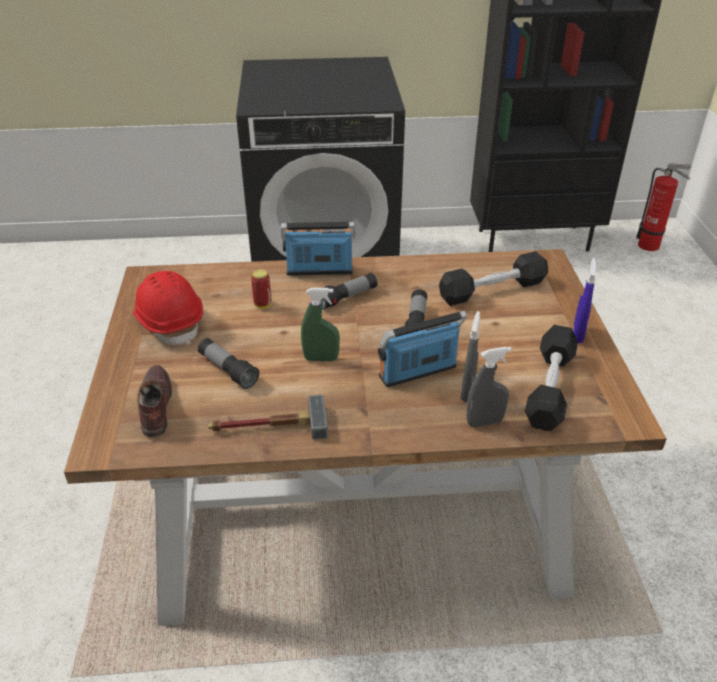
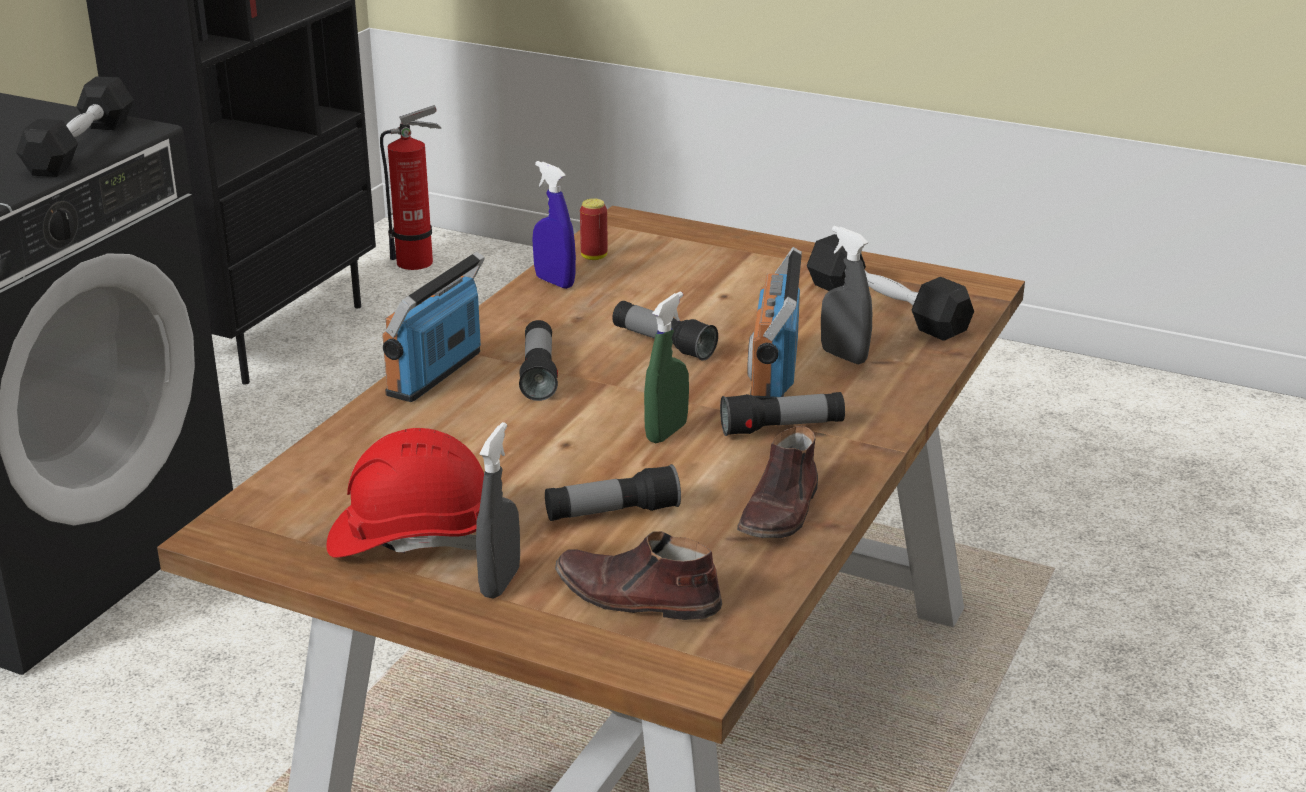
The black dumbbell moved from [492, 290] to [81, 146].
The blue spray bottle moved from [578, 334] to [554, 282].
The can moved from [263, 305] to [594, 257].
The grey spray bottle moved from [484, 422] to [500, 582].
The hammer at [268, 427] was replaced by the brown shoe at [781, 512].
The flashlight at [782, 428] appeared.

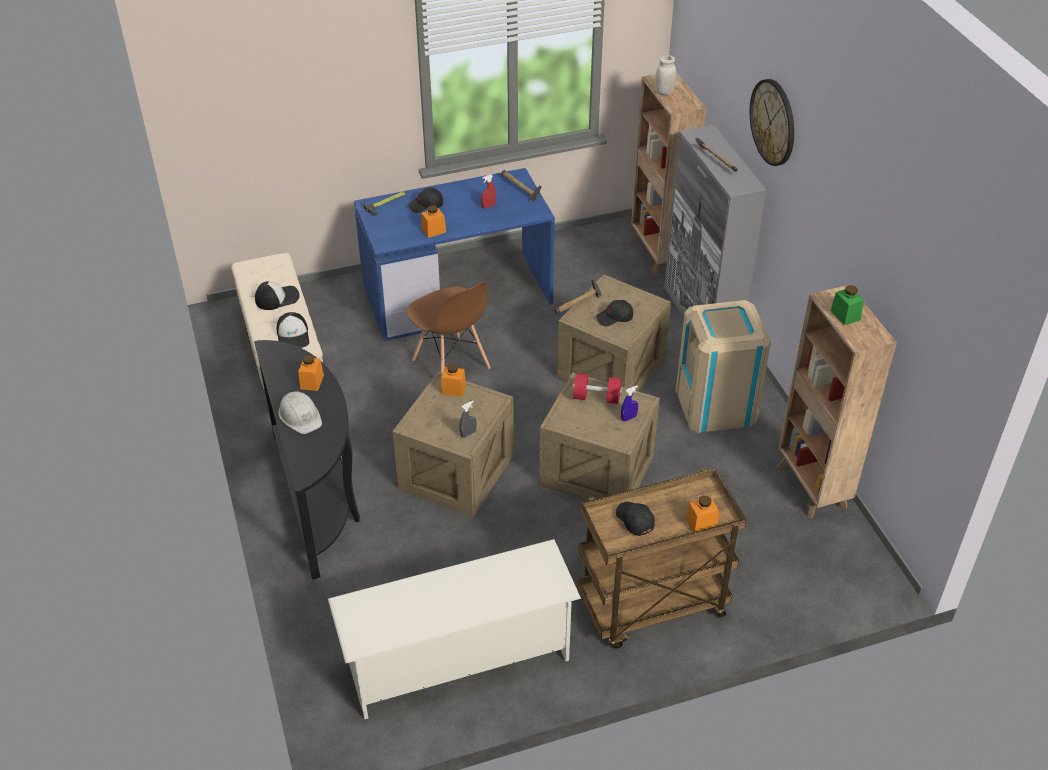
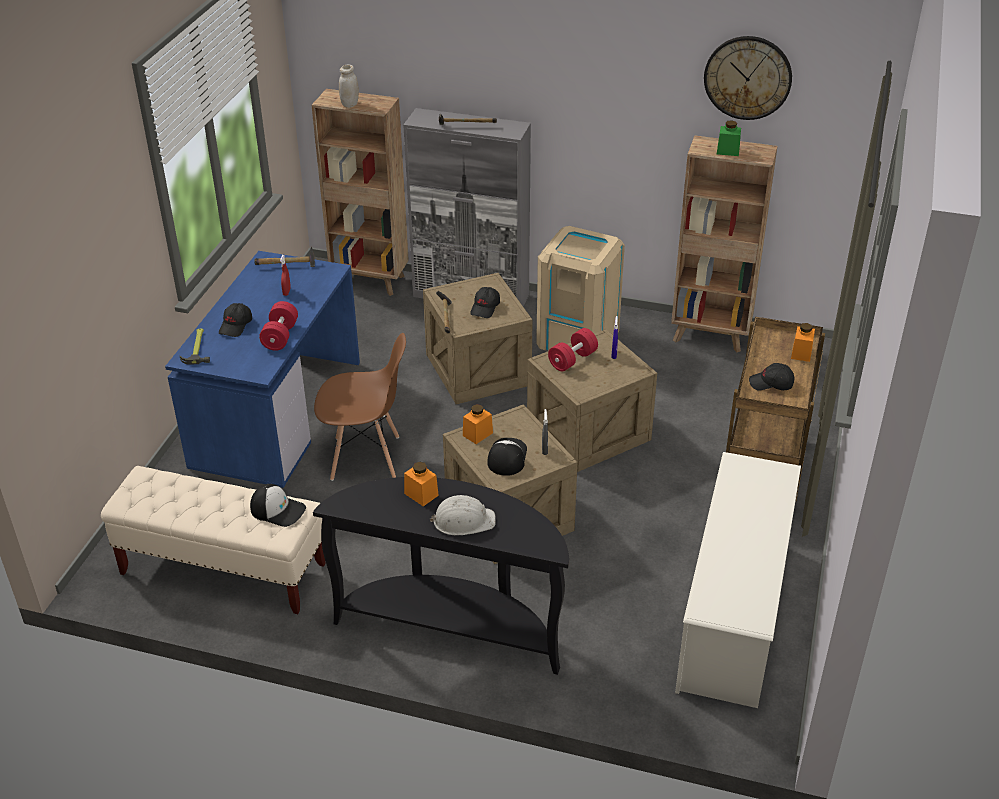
The wall clock moved from [773, 122] to [747, 77].
The orange jar at [433, 231] was replaced by the red dumbbell at [280, 336].
The cap moved from [277, 298] to [506, 457].

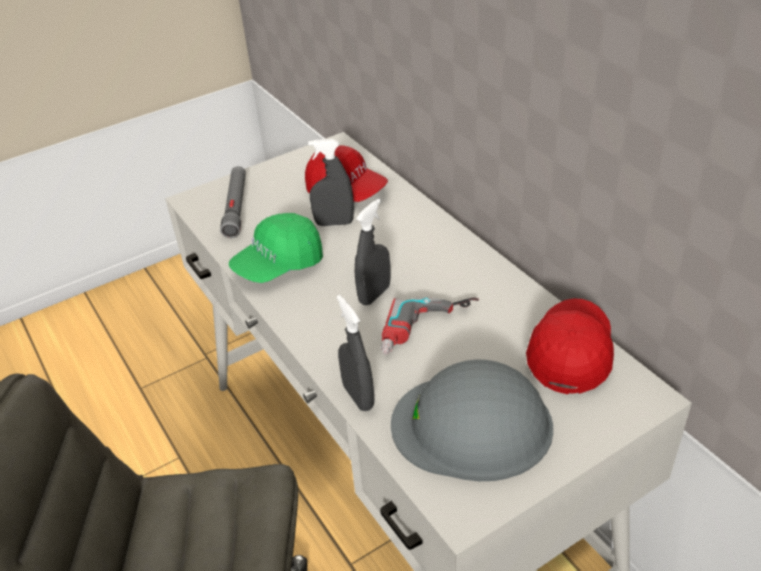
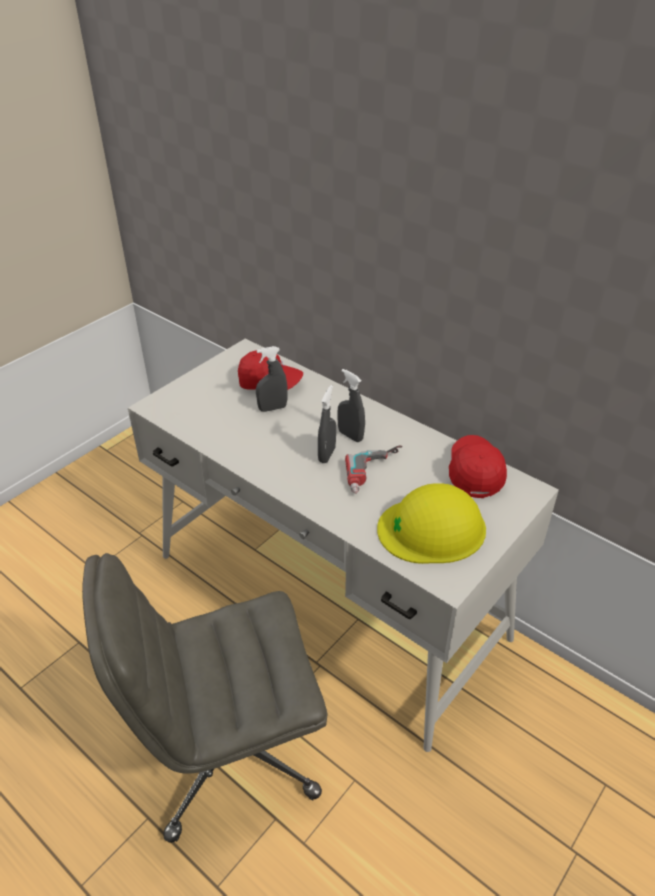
The grey flashlight at [236, 207] disappeared.
The green cap at [279, 265] disappeared.
The grey spray bottle moved from [358, 397] to [350, 435].
The grey hard hat at [472, 425] became the yellow hard hat at [432, 529].

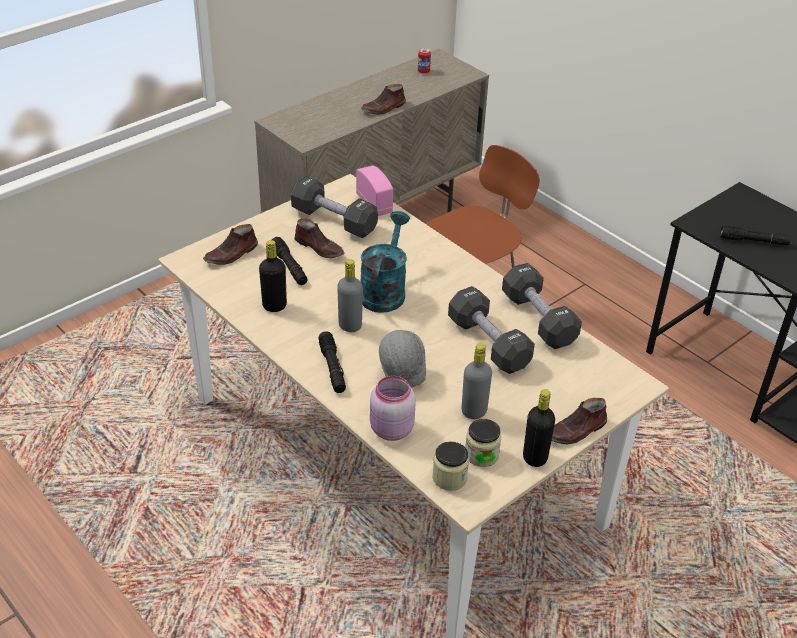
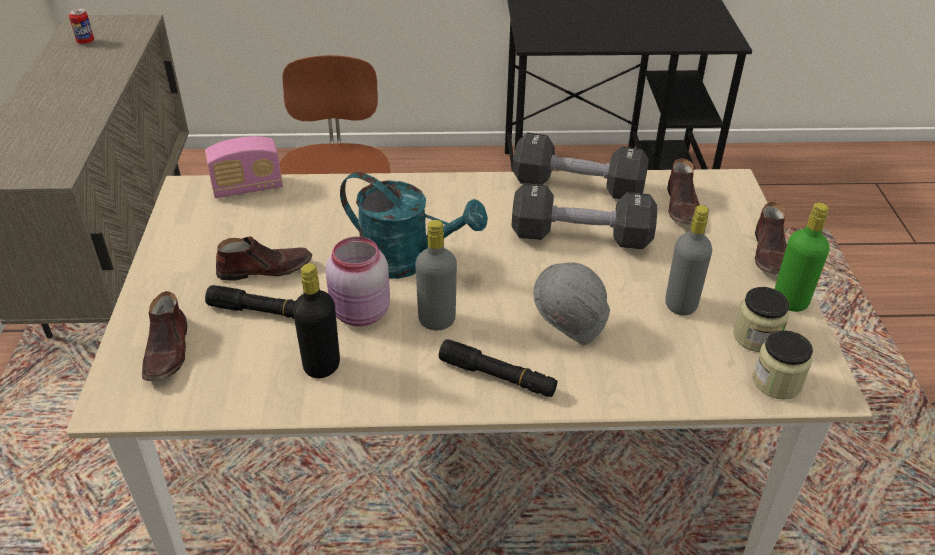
The brown shoe moved from [384, 108] to [682, 206].
The radio at [374, 204] turned 150 degrees clockwise.
The black dumbbell at [334, 220] disappeared.
The turquoise watering can at [384, 290] turned 150 degrees clockwise.
The black flashlight at [753, 241] disappeared.
The pink jar moved from [390, 430] to [360, 314].
The black bottle at [535, 458] became the green bottle at [790, 301].

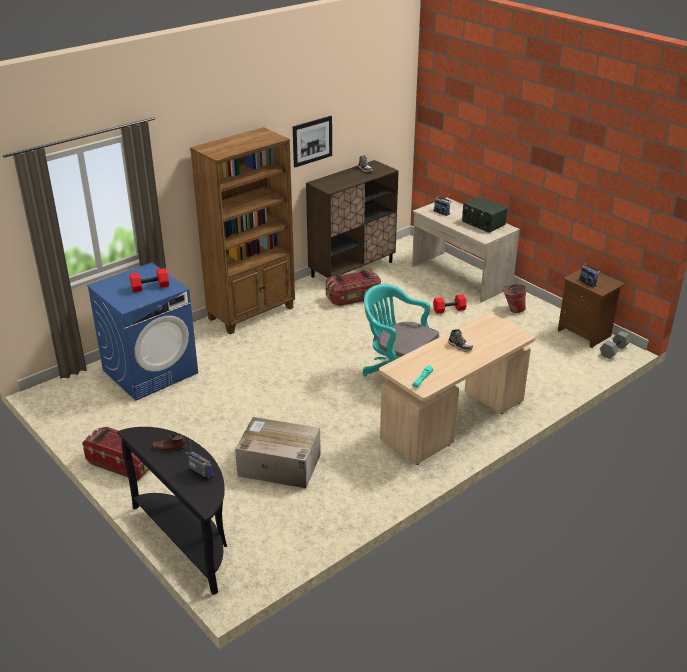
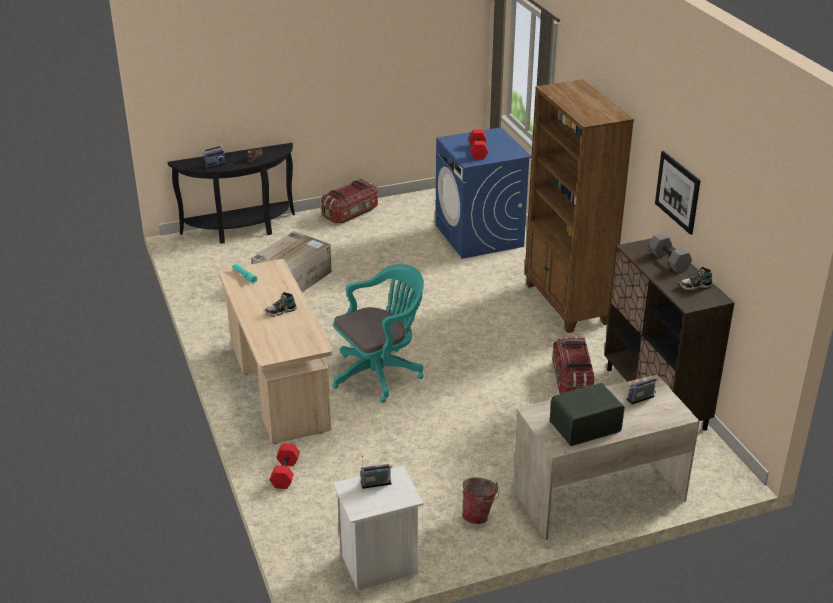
The brown nightstand at [585, 333] became the white nightstand at [379, 565].
The red dumbbell moved from [449, 309] to [286, 474].
The grey dumbbell moved from [614, 351] to [668, 261].

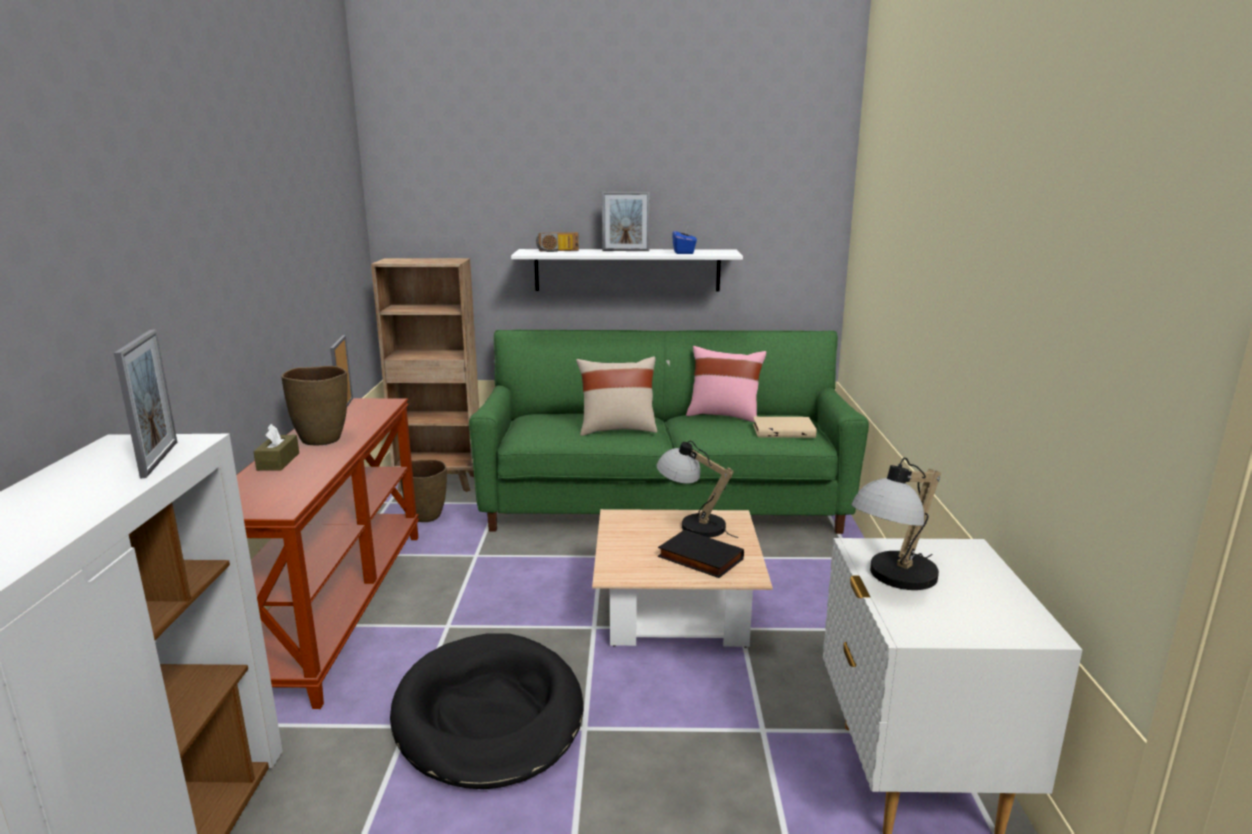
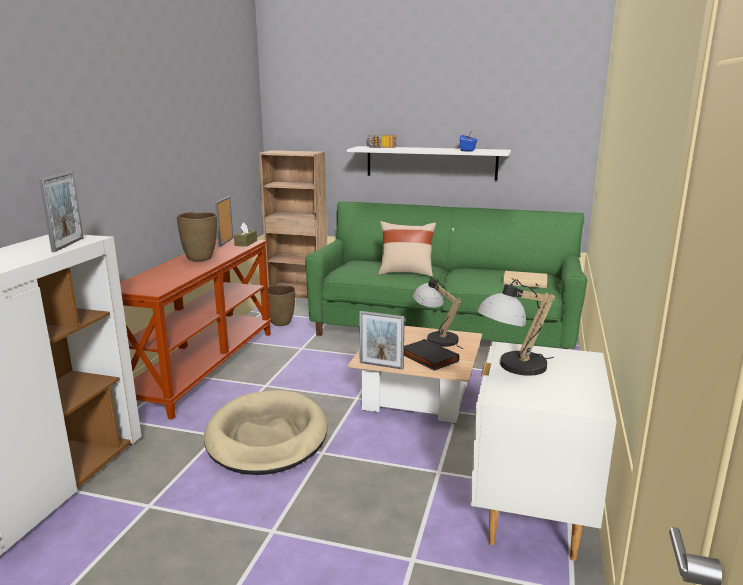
The picture frame moved from [625, 250] to [381, 365].
The pink pillow at [724, 415] disappeared.
The brown tissue box moved from [278, 461] to [246, 243].
The black dog bed at [489, 715] became the beige dog bed at [267, 437].

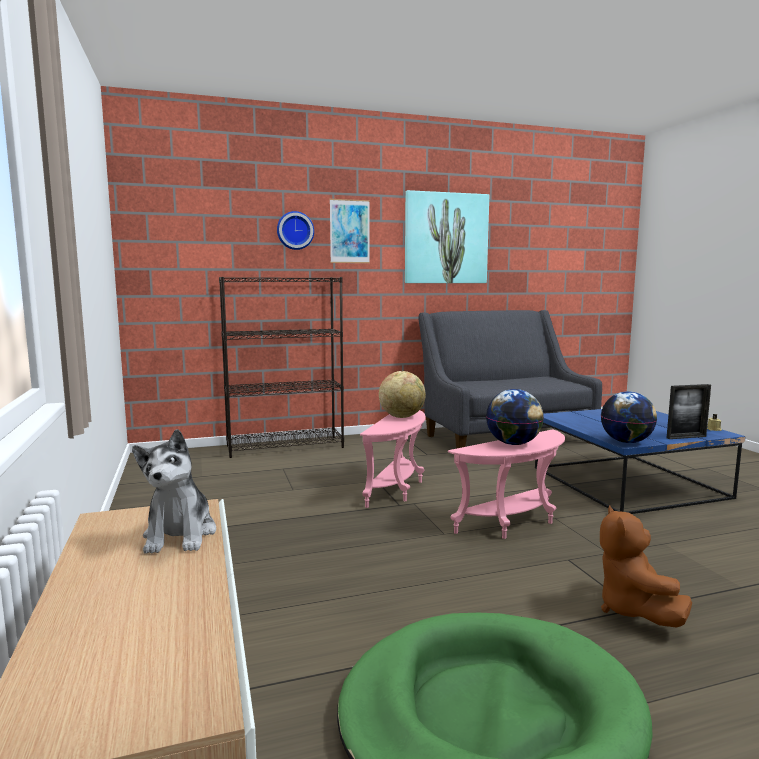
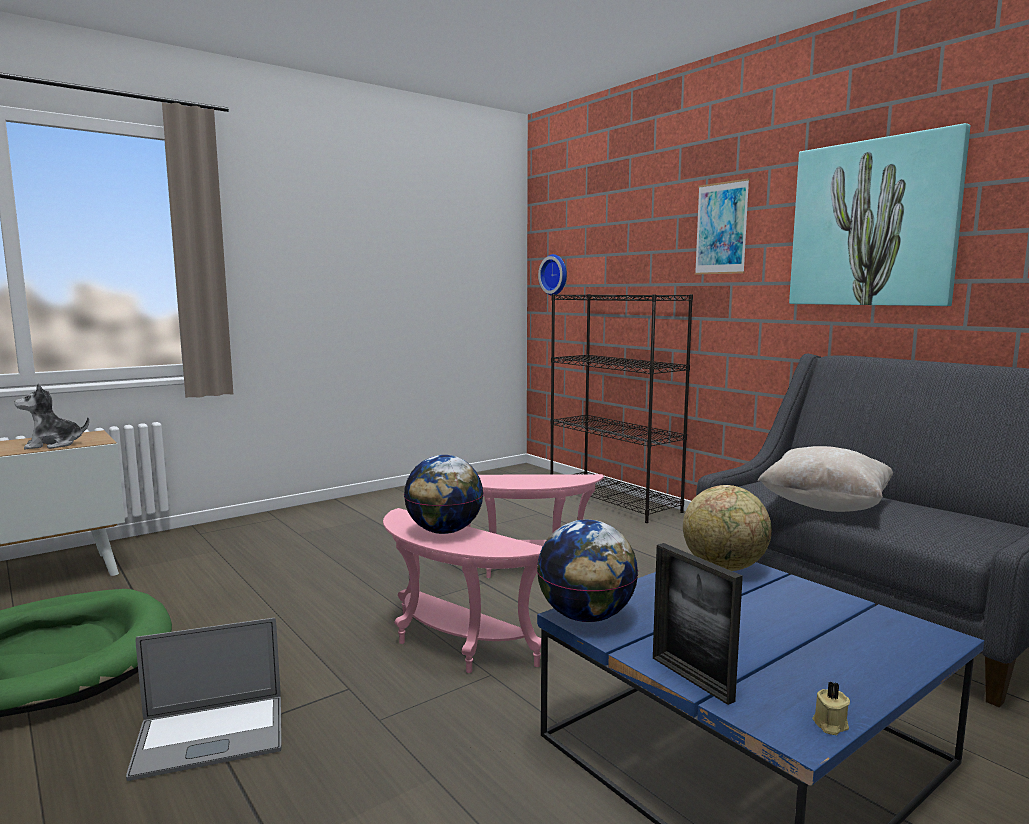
The wall clock moved from [295, 230] to [555, 275].
The globe moved from [402, 417] to [724, 567].
The brown plush toy at [633, 610] was replaced by the laptop at [210, 736].
The beige pillow at [825, 506] appeared.

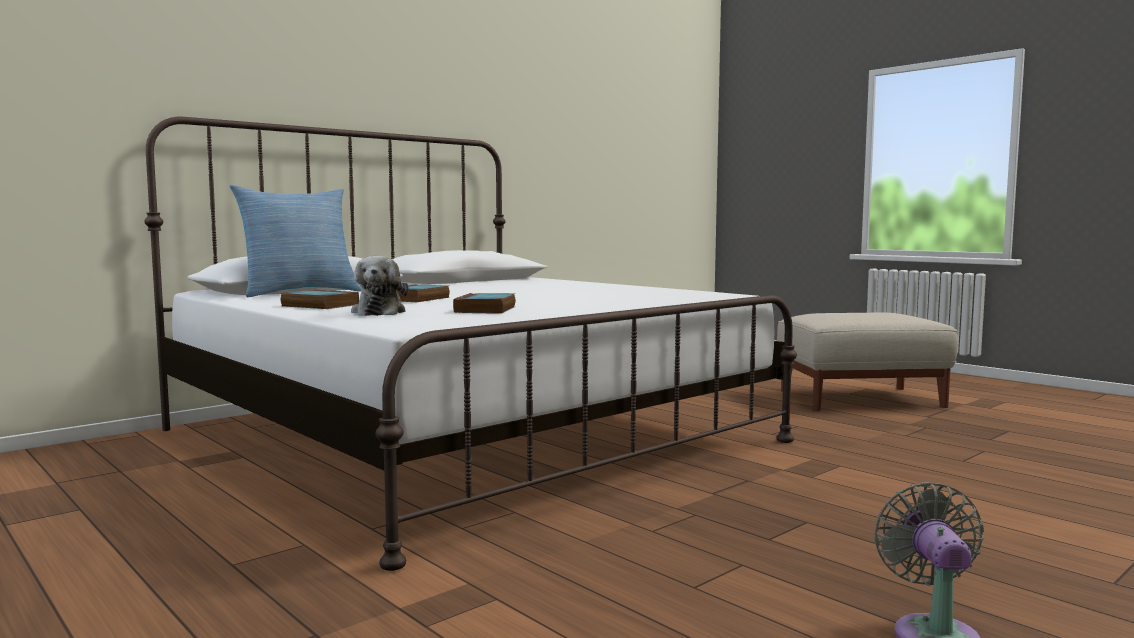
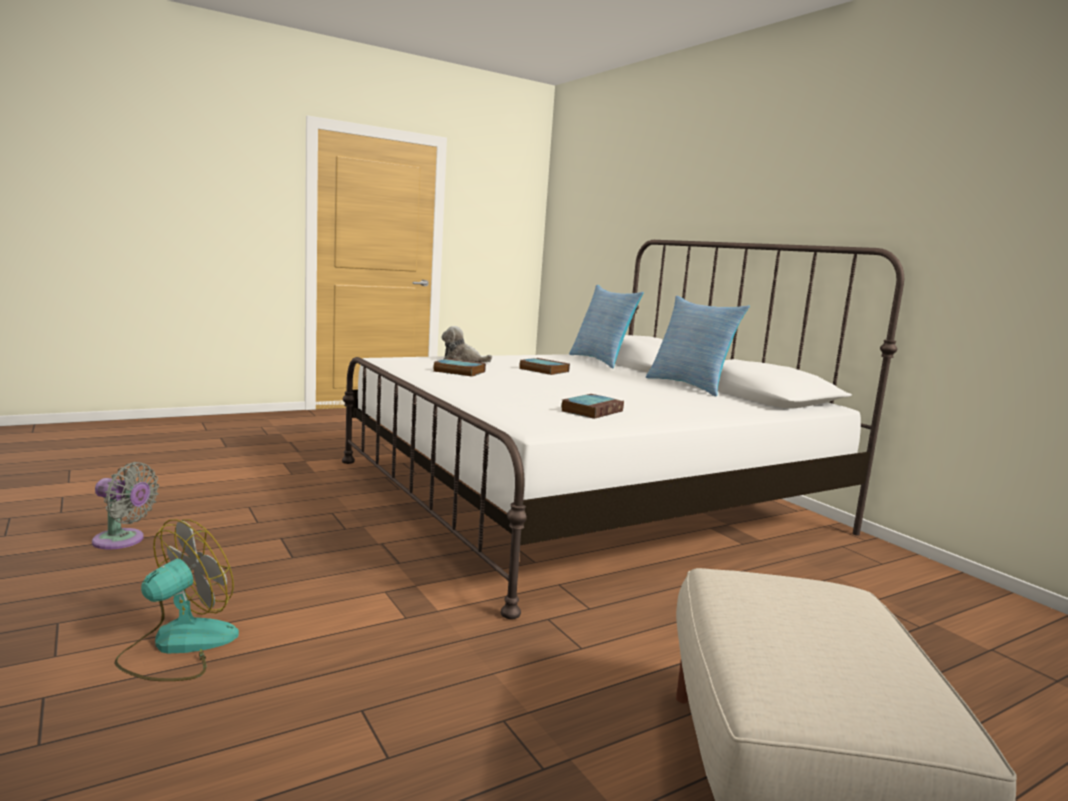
The book moved from [318, 305] to [592, 411].
The pillow at [690, 386] appeared.
The fan at [178, 646] appeared.

